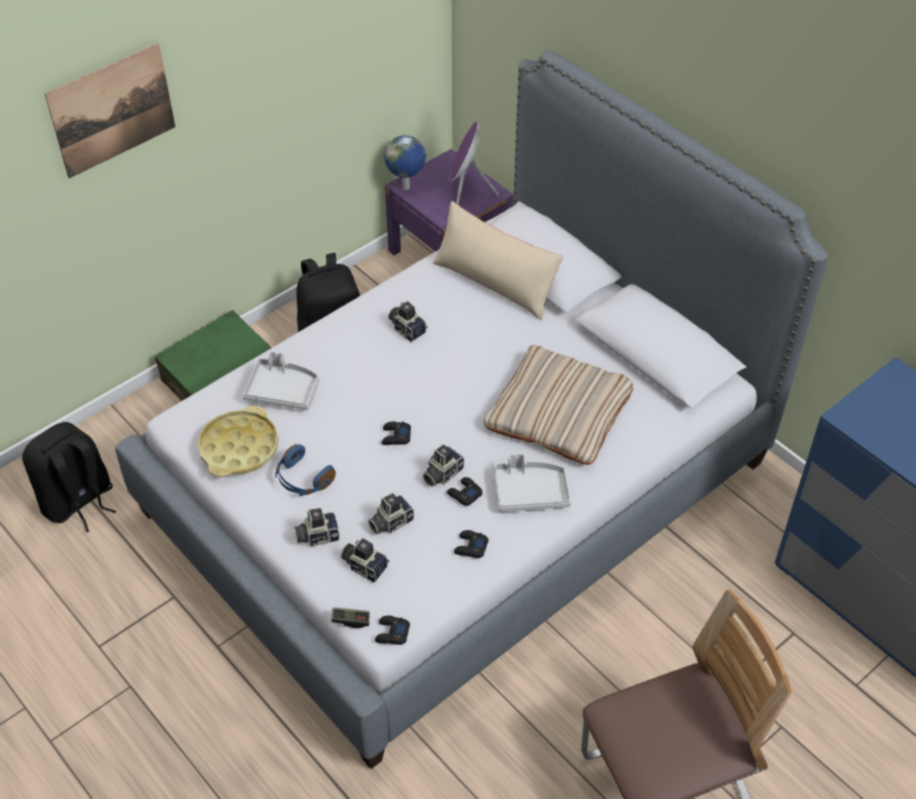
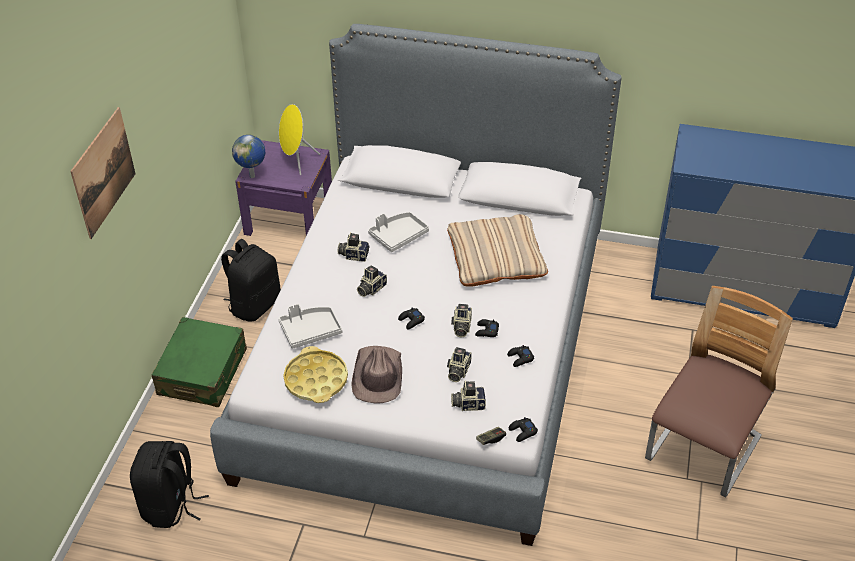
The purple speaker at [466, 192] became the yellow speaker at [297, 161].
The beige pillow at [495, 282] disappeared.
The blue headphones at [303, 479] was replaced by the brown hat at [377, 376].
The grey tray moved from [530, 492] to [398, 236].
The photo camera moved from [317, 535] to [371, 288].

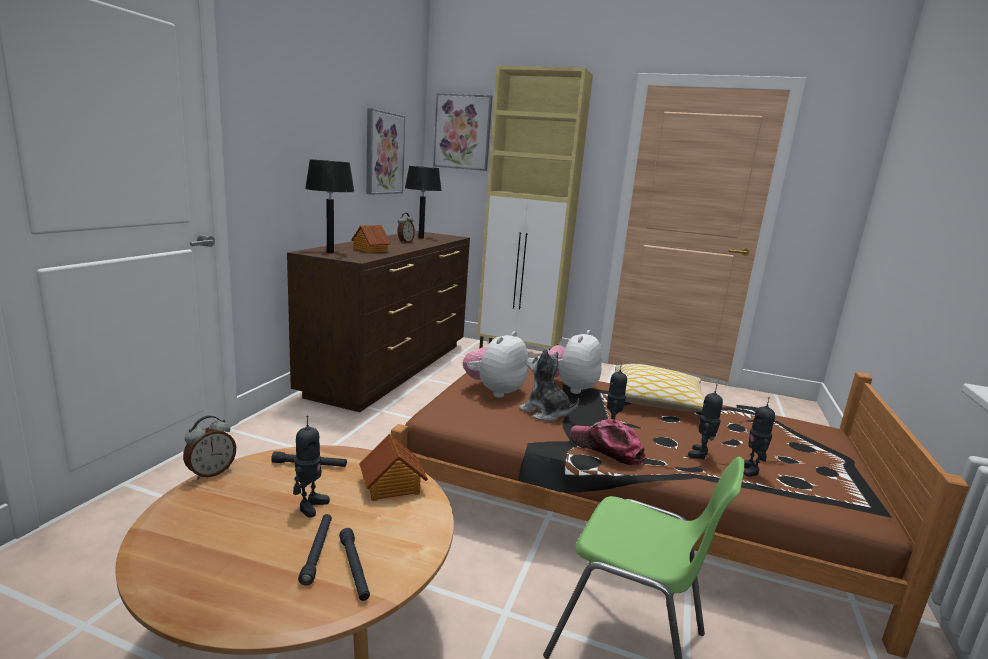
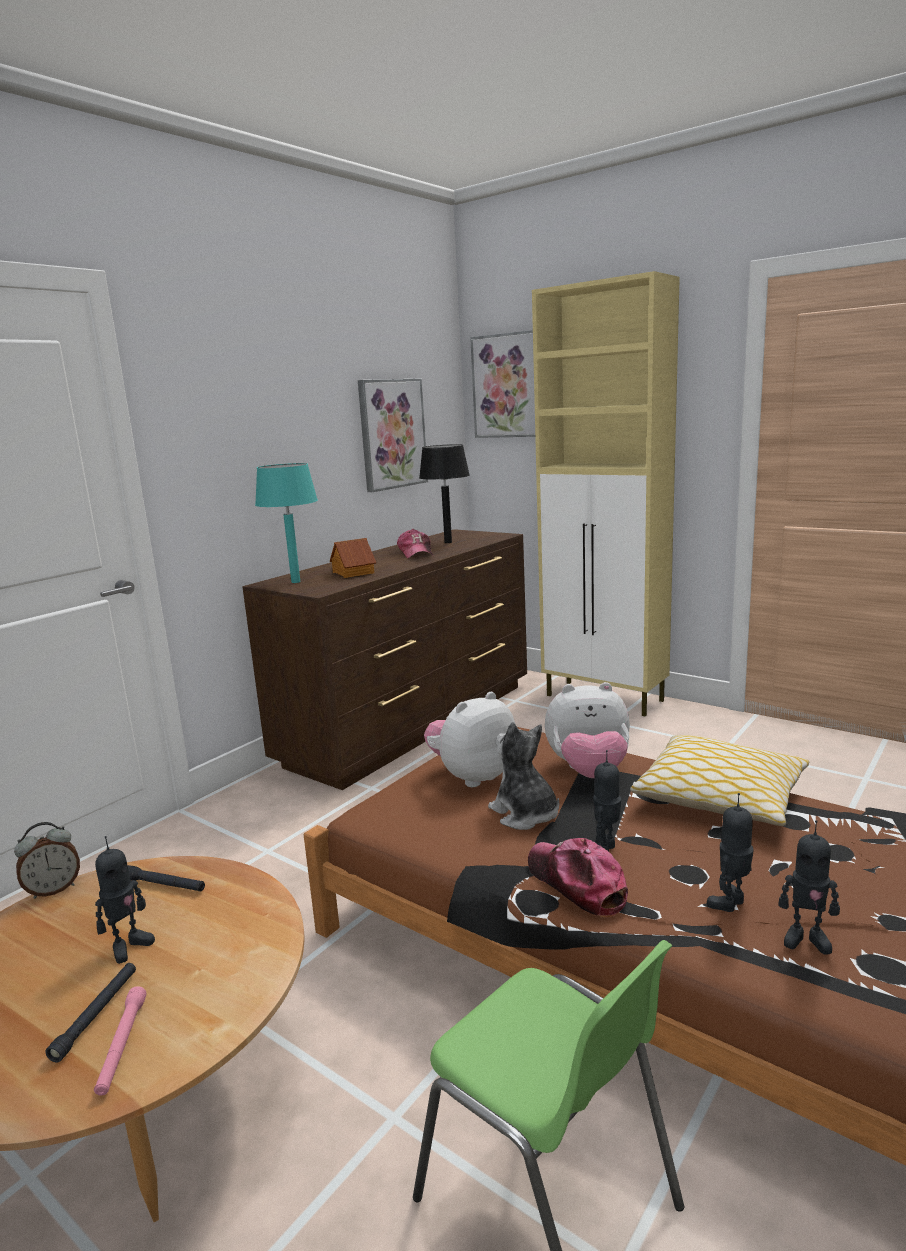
The black table lamp at [330, 252] became the turquoise table lamp at [295, 582].
The alarm clock at [405, 242] was replaced by the cap at [416, 553].
The plush toy at [569, 388] turned 135 degrees counterclockwise.
The toy robot at [750, 470] turned 90 degrees counterclockwise.
The toy house at [392, 485] disappeared.
The black flashlight at [354, 569] became the pink flashlight at [122, 1046].

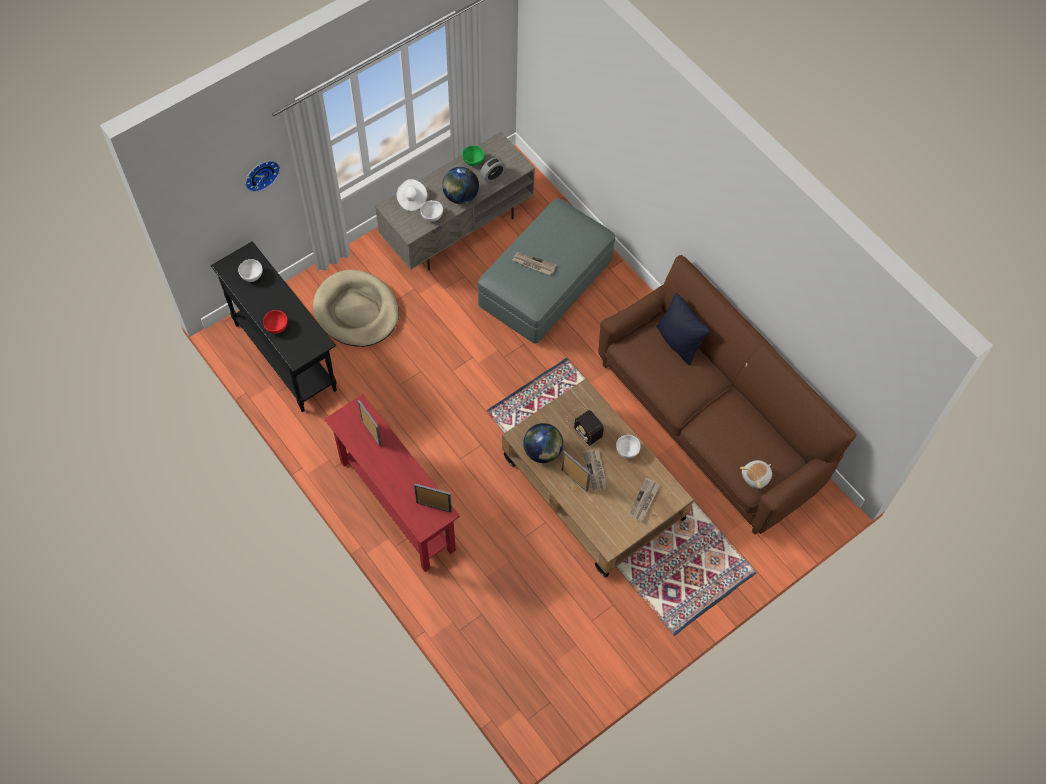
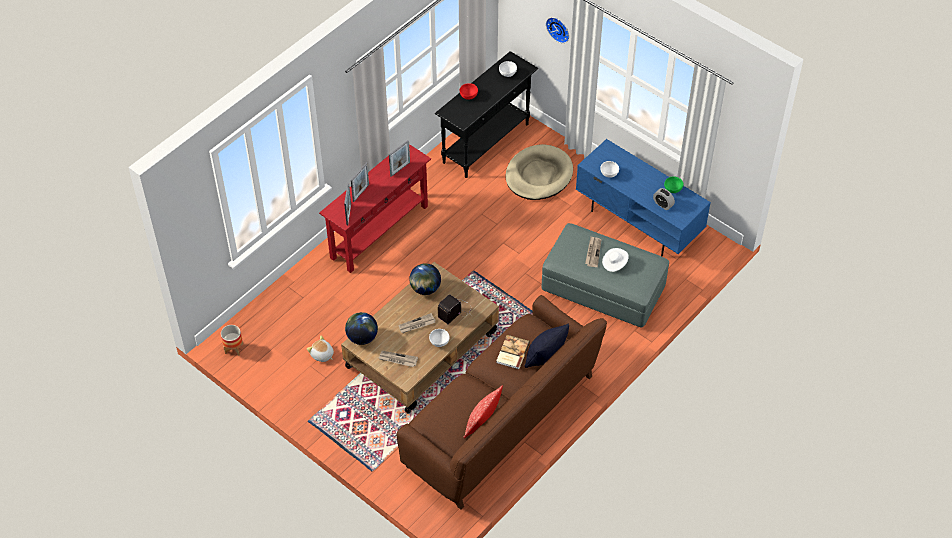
The grey tv stand at [457, 227] became the blue tv stand at [639, 221].
The globe moved from [460, 196] to [362, 337].
The white hat moved from [411, 199] to [614, 263].
The picture frame moved from [574, 480] to [361, 193].
The plush toy moved from [756, 477] to [322, 355].
The planter at [234, 348] appeared.
The book at [512, 353] appeared.
The pillow at [482, 423] appeared.

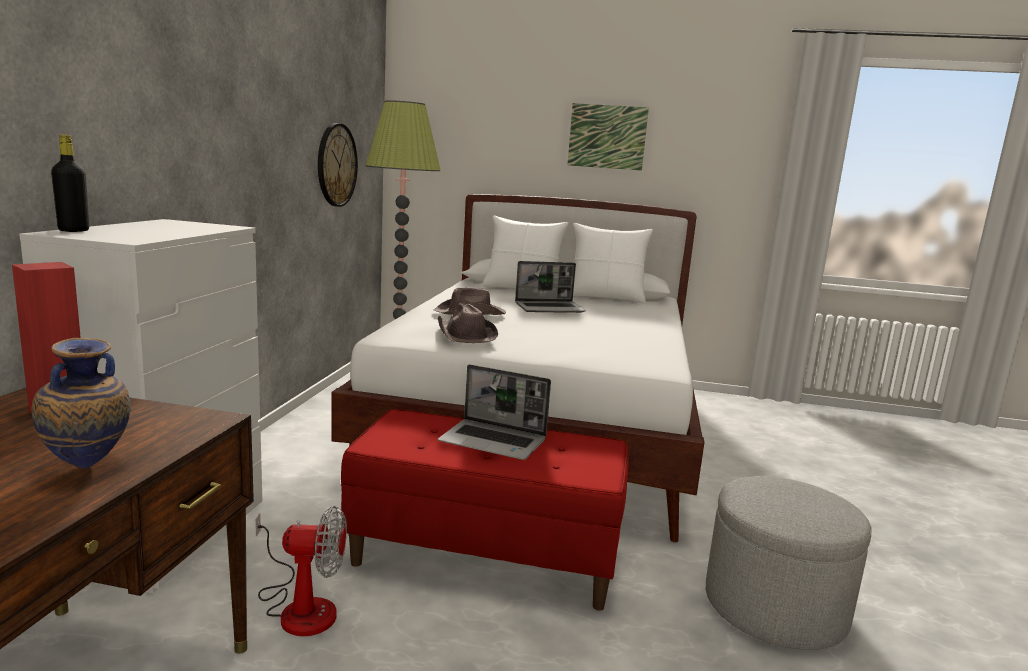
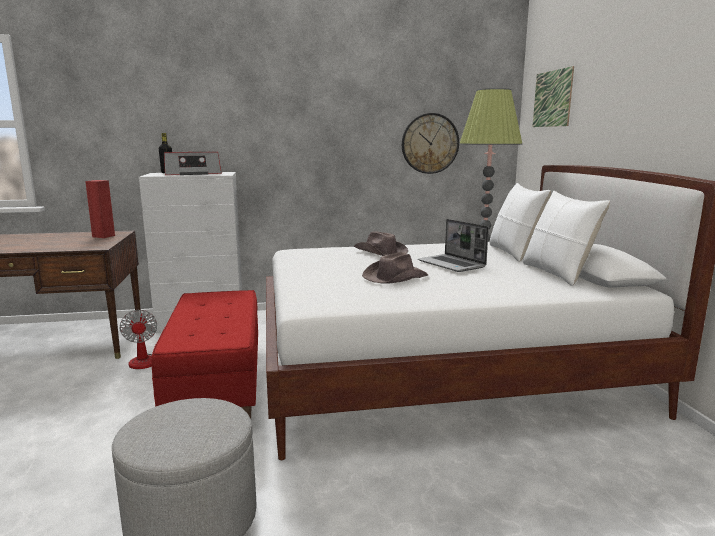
The picture moved from [607, 137] to [552, 98].
The brown hat moved from [465, 334] to [394, 277].
The vase at [88, 469] disappeared.
The laptop at [494, 441] disappeared.
The radio at [192, 174] appeared.

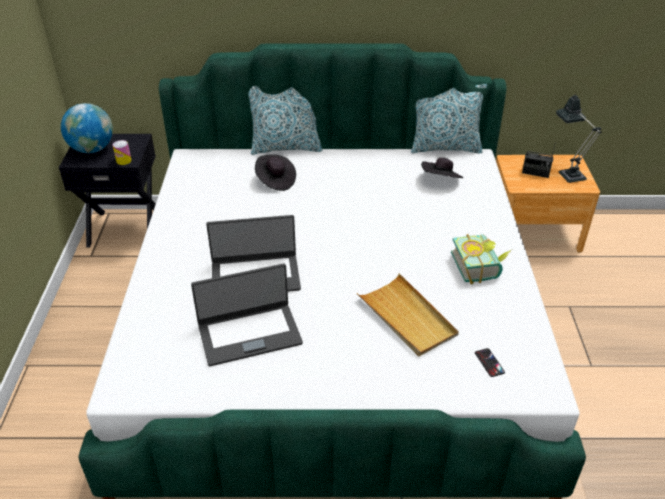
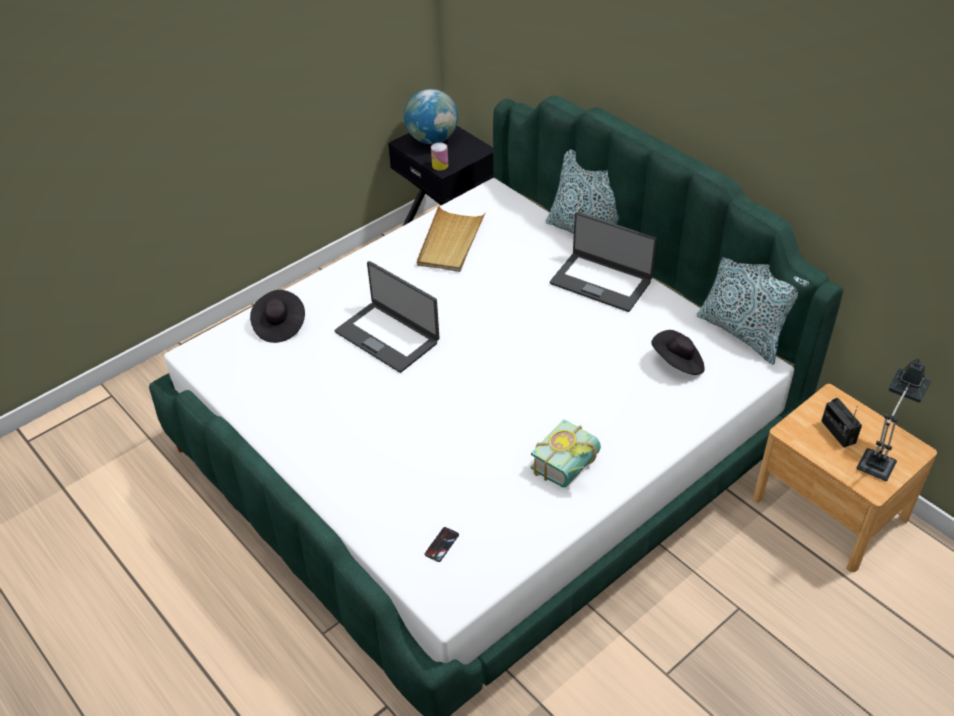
The black hat moved from [275, 181] to [279, 326].
The laptop moved from [249, 333] to [601, 281].
The beige tray moved from [407, 317] to [450, 242].

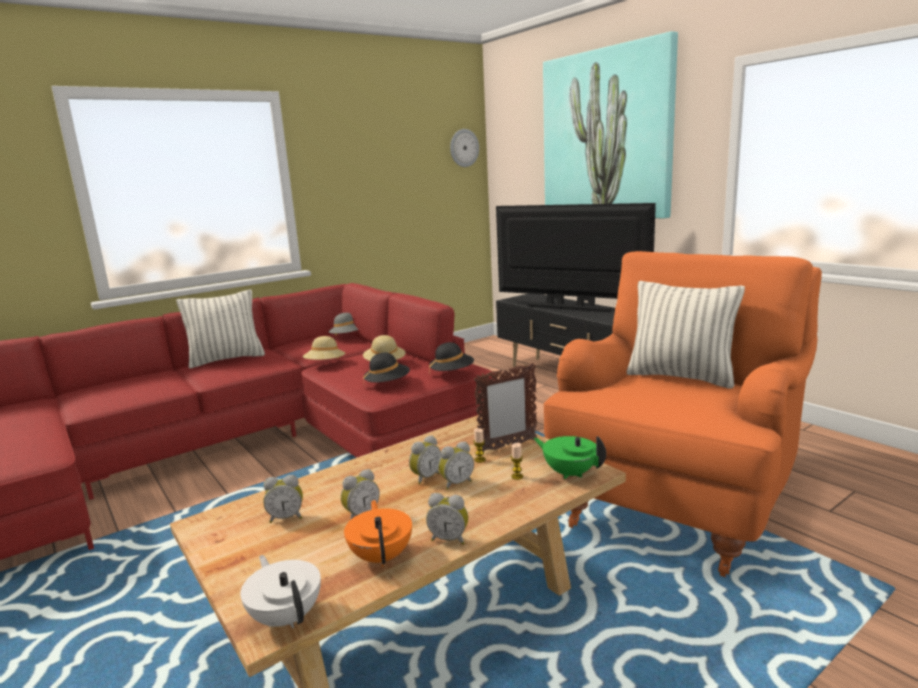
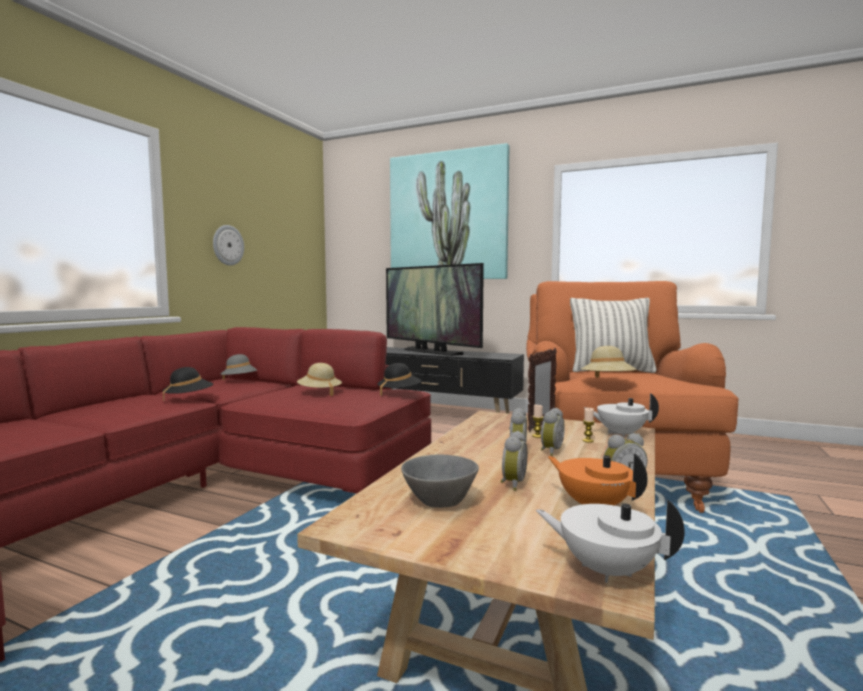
The wall clock moved from [464, 148] to [227, 245].
The television at [570, 307] turned 135 degrees counterclockwise.
The pillow at [226, 359] disappeared.
The beige hat moved from [325, 365] to [608, 382].
The black hat moved from [387, 384] to [188, 398].
The green teapot at [569, 473] became the white teapot at [620, 433].
The alarm clock at [286, 517] was replaced by the grey bowl at [439, 500].

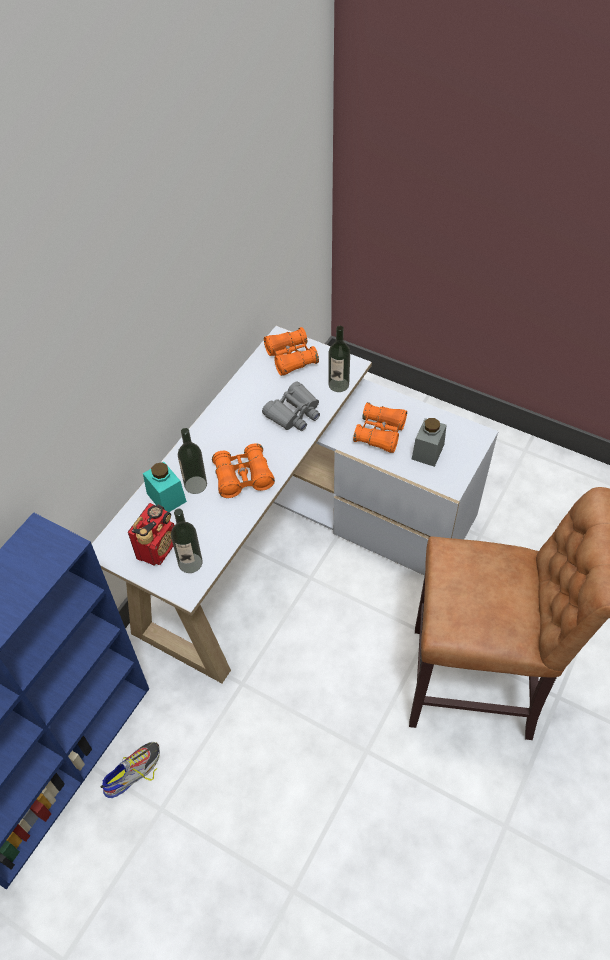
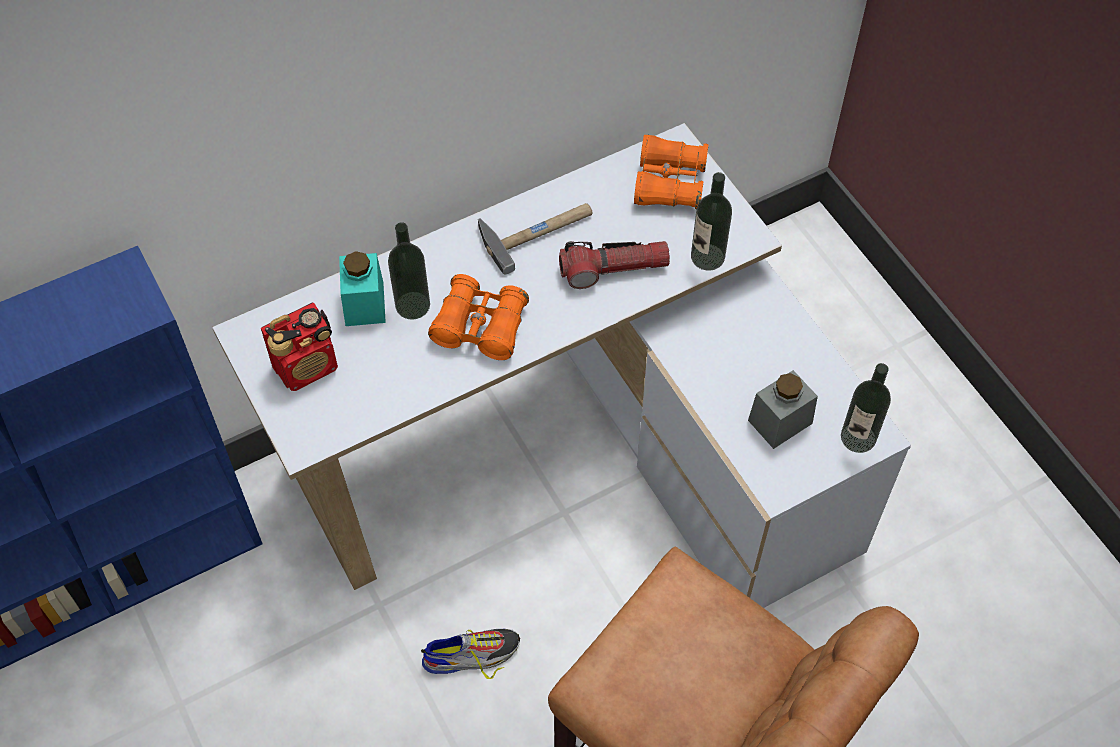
The grey binoculars at [294, 413] was replaced by the flashlight at [613, 269].
The orange binoculars at [380, 433] disappeared.
The bottle moved from [190, 563] to [858, 437].
The shoe moved from [133, 771] to [472, 654].
The hammer at [537, 231] appeared.

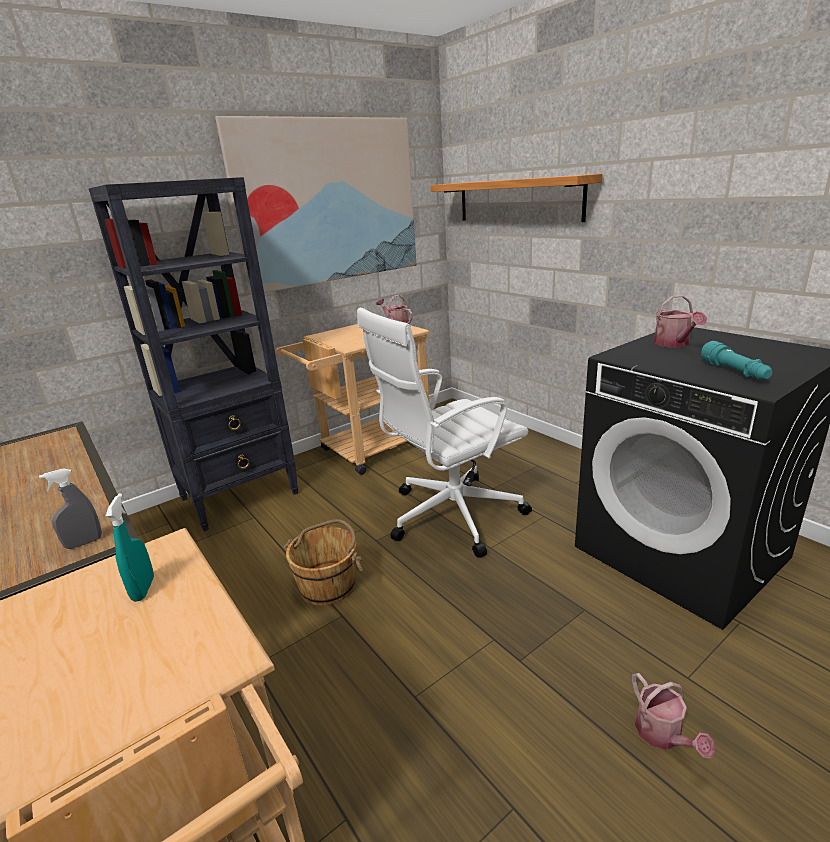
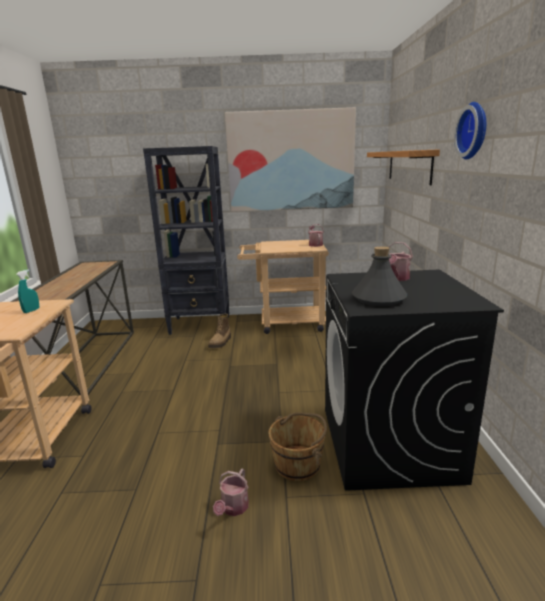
The white office chair at [450, 516] disappeared.
The turquoise flashlight at [734, 372] was replaced by the grey bottle at [378, 299].
The grey spray bottle at [84, 543] disappeared.
The brown bucket moved from [328, 585] to [298, 464].
The wall clock at [474, 131] appeared.
The boot at [221, 343] appeared.

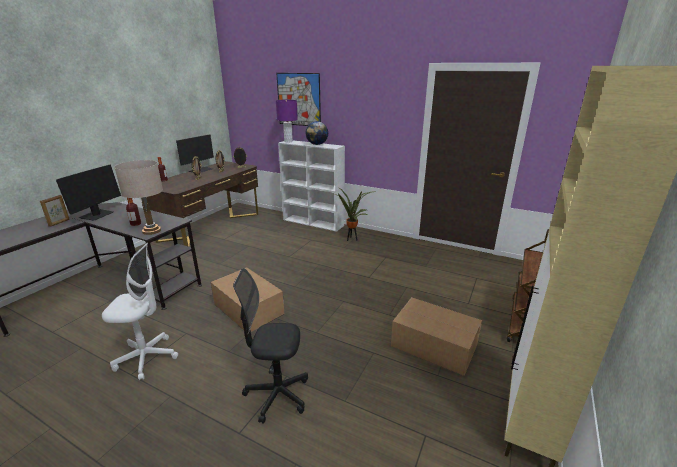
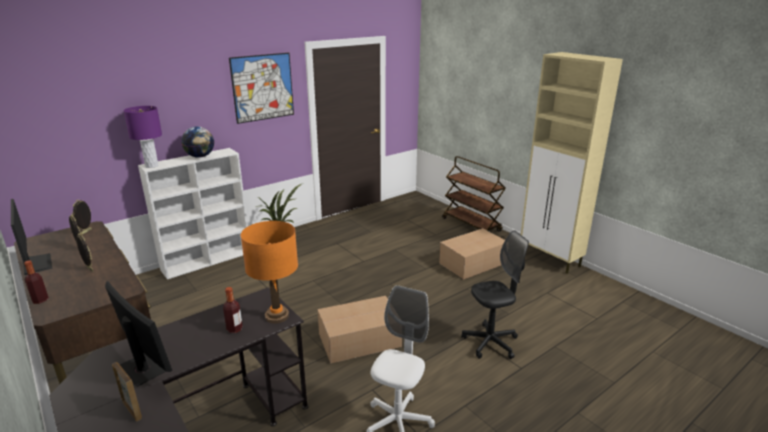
The picture moved from [298, 99] to [263, 87].
The beige table lamp at [151, 231] became the orange table lamp at [276, 316].
The black office chair at [277, 395] turned 135 degrees counterclockwise.

